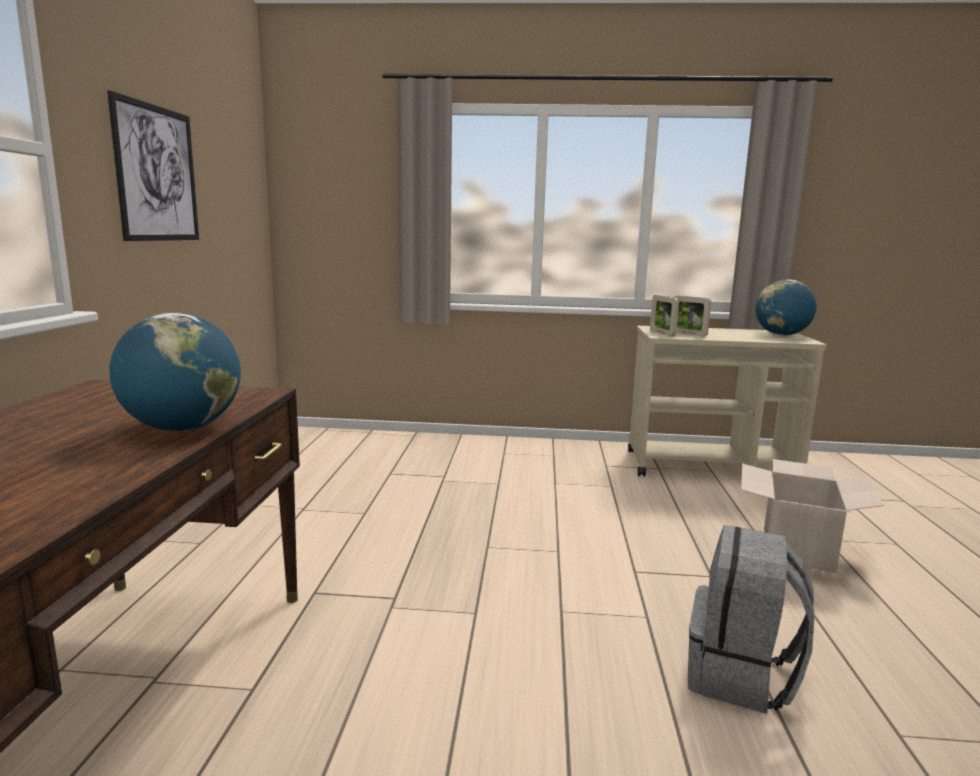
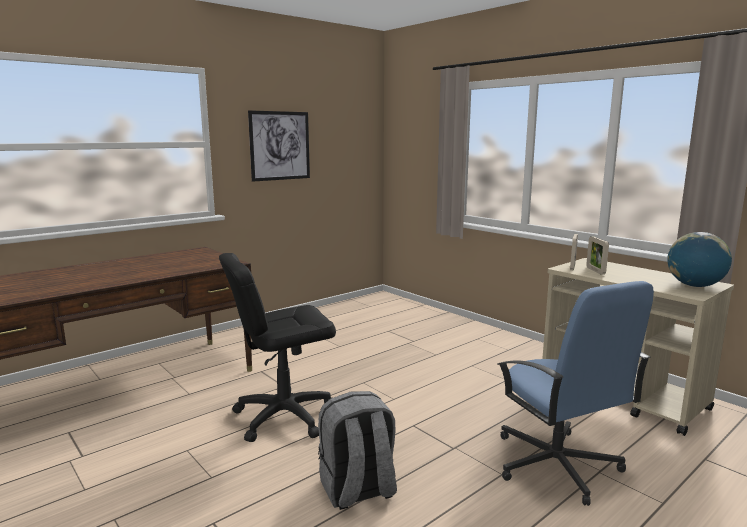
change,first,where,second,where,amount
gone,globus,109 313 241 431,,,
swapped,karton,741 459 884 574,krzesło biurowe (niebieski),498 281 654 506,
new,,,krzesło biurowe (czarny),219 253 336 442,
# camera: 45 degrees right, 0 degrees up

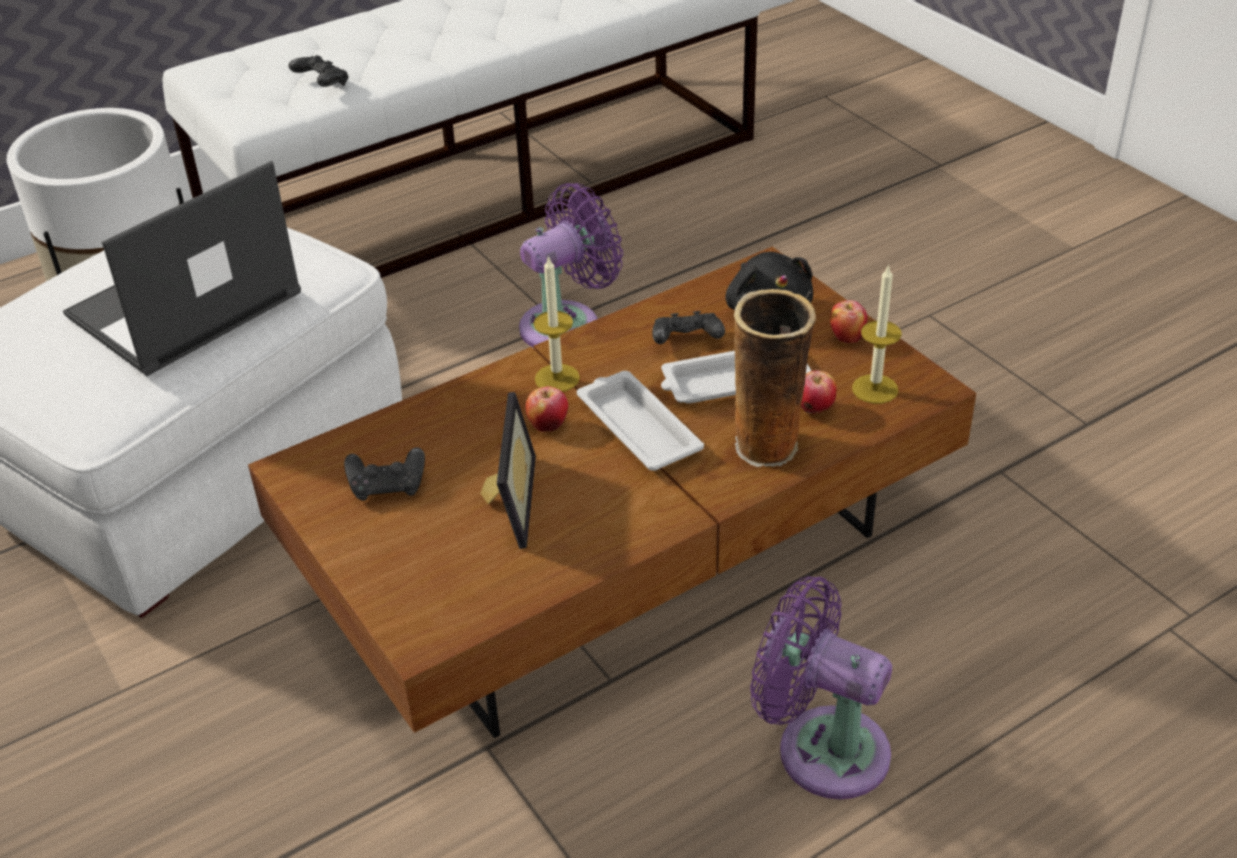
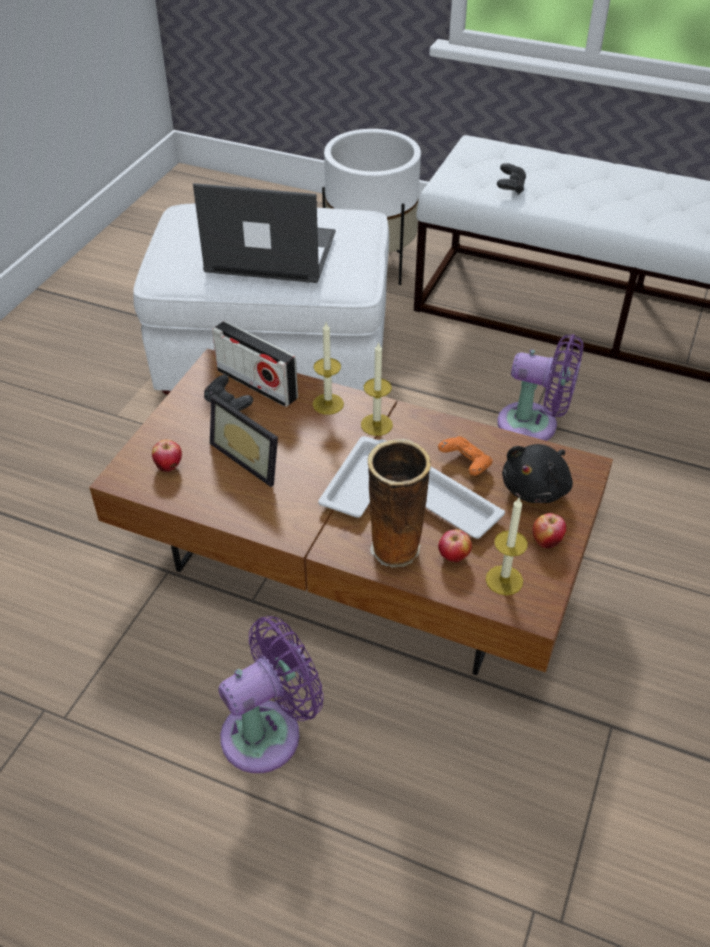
change,first,where,second,where,amount
rotated,ramka na zdjęcie,480 392 536 549,,210 395 278 487,75 degrees clockwise
shifted,jabłko,526 386 568 432,,152 440 182 472,
repainted,pad do gier (czarny),652 311 725 344,pad do gier (pomarańczowy),438 436 492 476,
rotated,wentylator (fioletowy),750 576 892 799,,219 616 324 773,60 degrees clockwise
new,,,radio,212 321 298 407,
new,,,świeca,313 322 344 415,
# camera: 55 degrees right, 5 degrees up

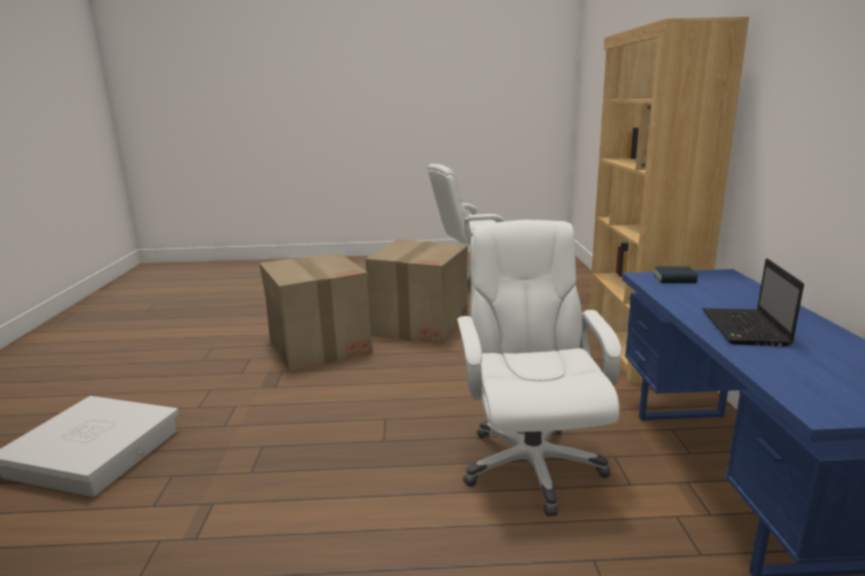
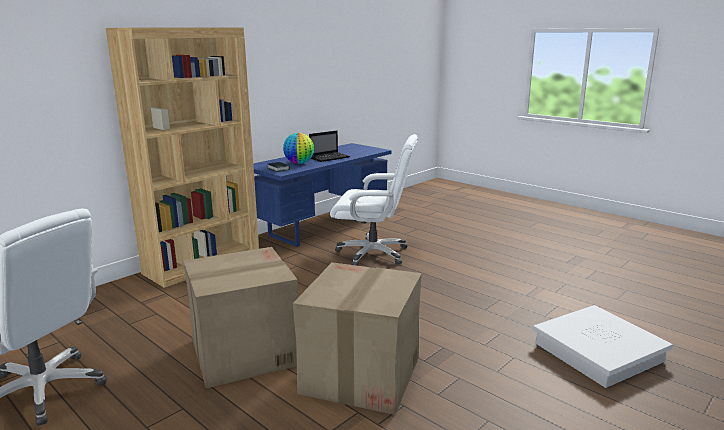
change,first,where,second,where,amount
rotated,krzesło biurowe (biały),457 220 622 516,,330 134 418 266,120 degrees counterclockwise
new,,,globus,283 133 314 164,
# camera: 135 degrees left, 0 degrees up

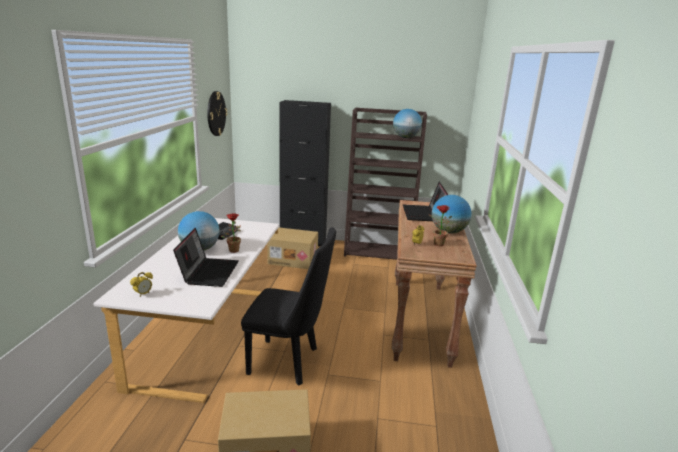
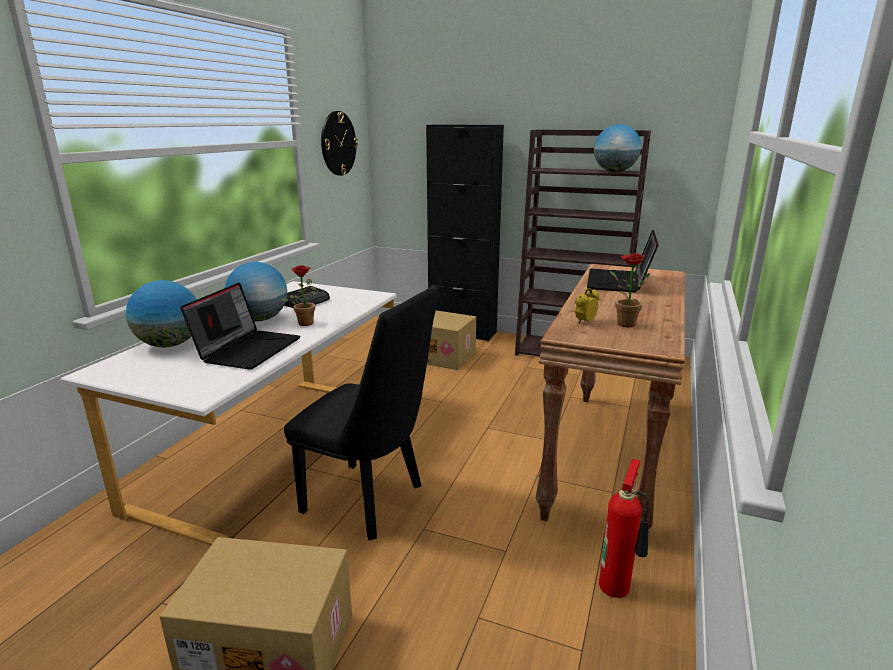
change,first,where,second,where,amount
gone,budzik,130 272 153 297,,,
shifted,globus,432 195 471 233,,126 280 197 347,
new,,,gaśnica,599 459 649 598,
# camera: 15 degrees right, 0 degrees up

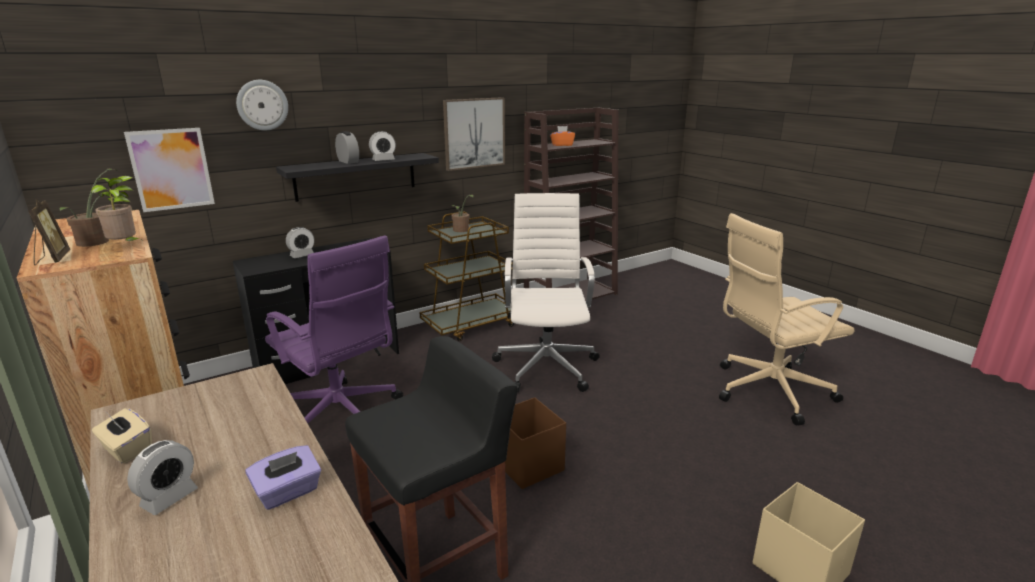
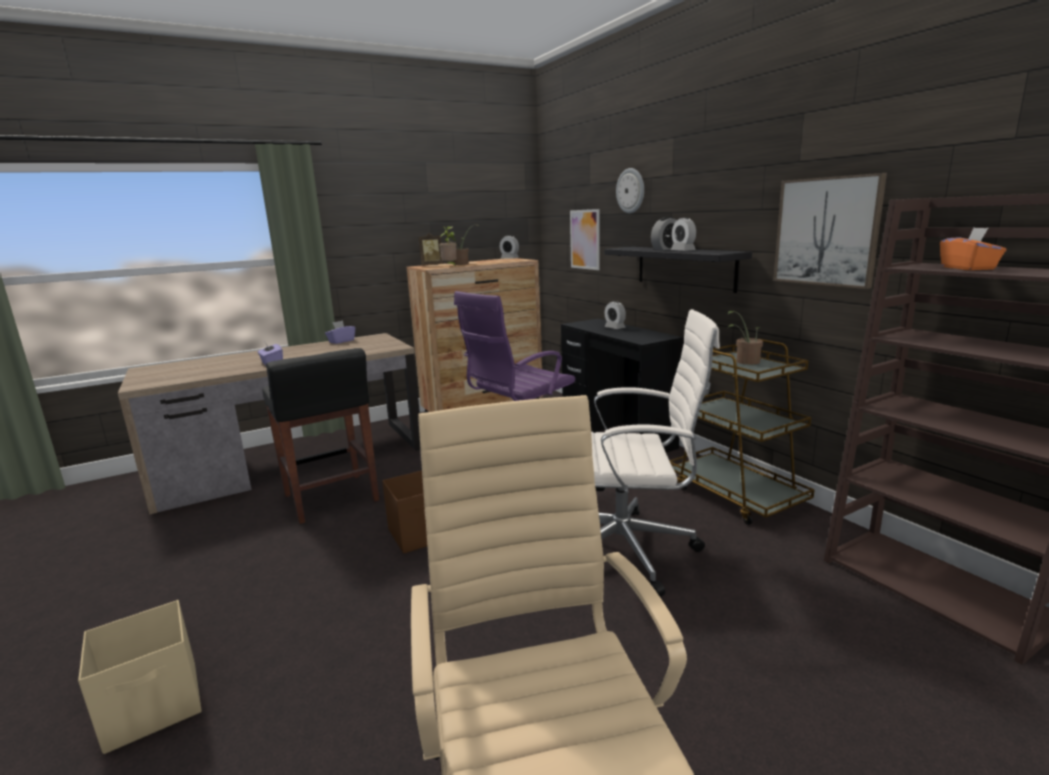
change,first,where,second,where,amount
repainted,pudełko chusteczek (beżowy),92 408 152 464,pudełko chusteczek (fioletowy),325 320 355 344,
shifted,budzik,127 440 198 515,,500 236 519 259,
# camera: 95 degrees right, 5 degrees down

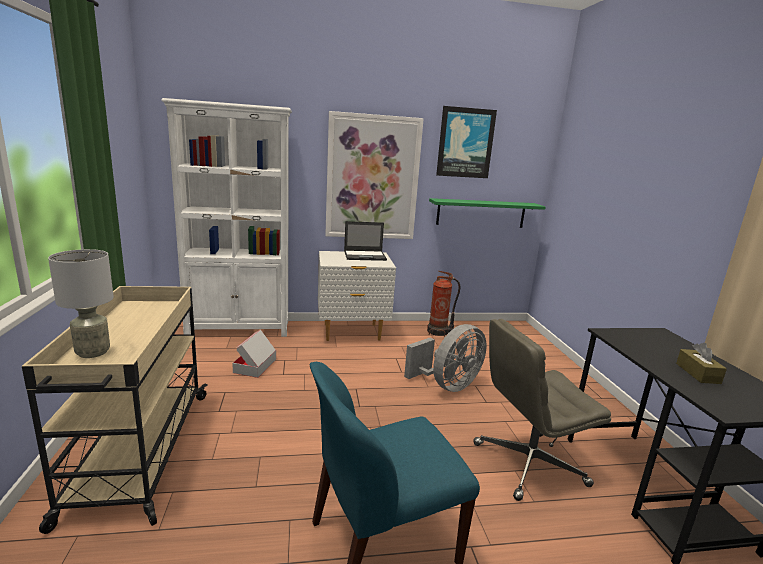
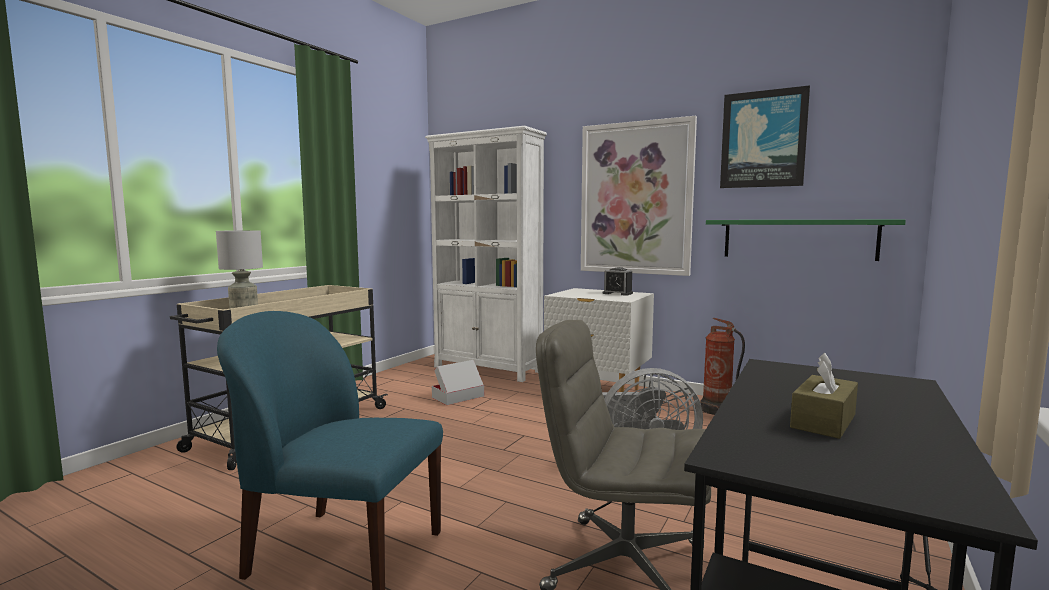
change,first,where,second,where,amount
swapped,laptop,344 221 387 261,budzik,603 267 633 296,
# camera: 40 degrees right, 10 degrees down

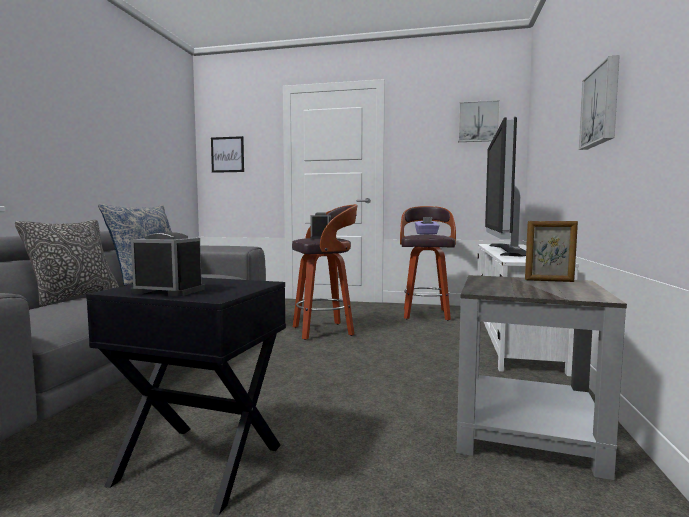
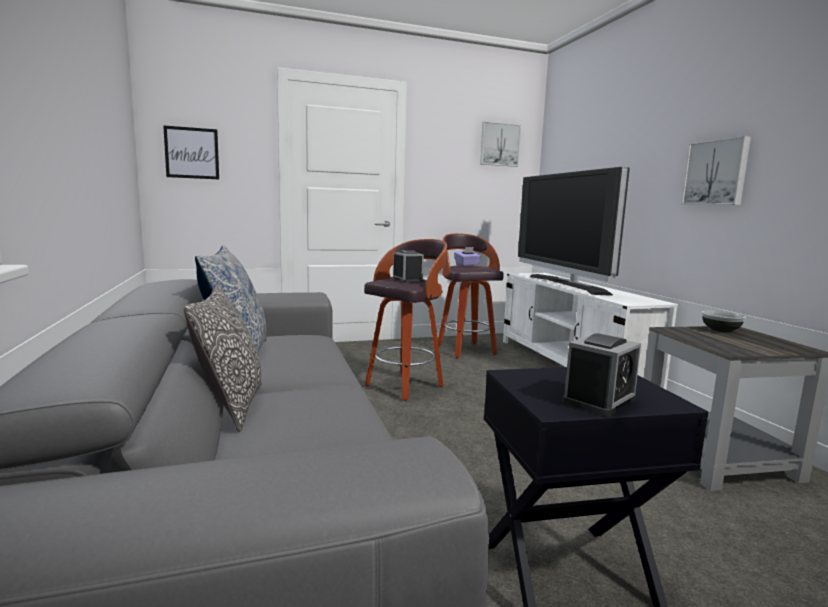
change,first,where,second,where,amount
rotated,budzik,131 232 205 296,,563 333 641 416,150 degrees clockwise
swapped,ramka na zdjęcie,525 221 578 282,miska,702 310 746 332,
# camera: 30 degrees left, 5 degrees up

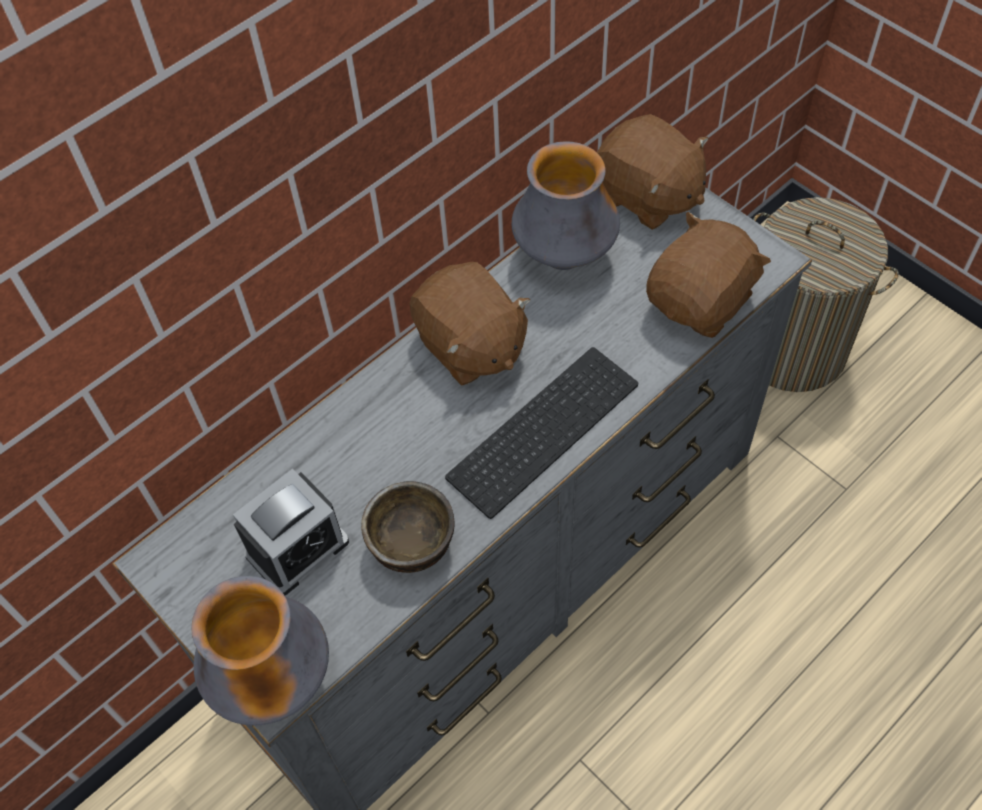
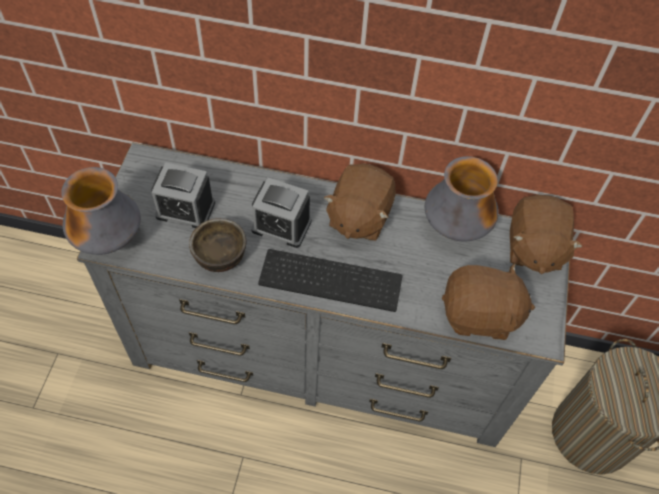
change,first,where,second,where,amount
new,,,budzik,251 178 312 248,
# camera: 50 degrees right, 0 degrees up

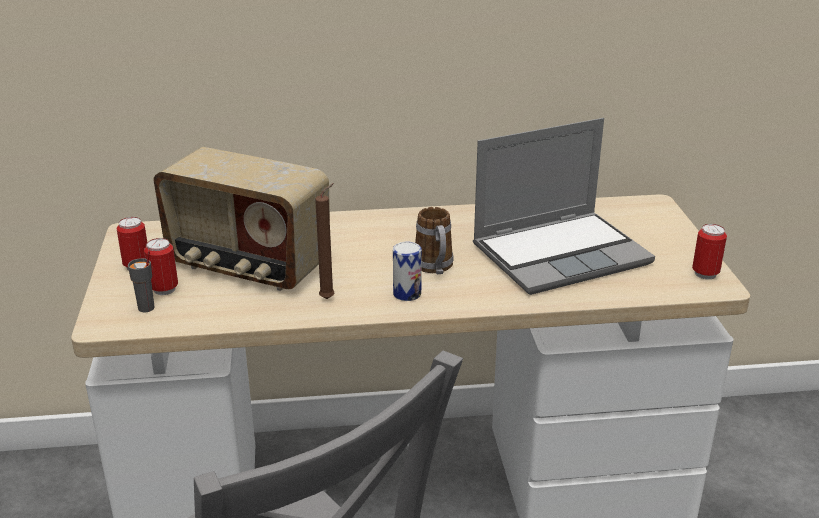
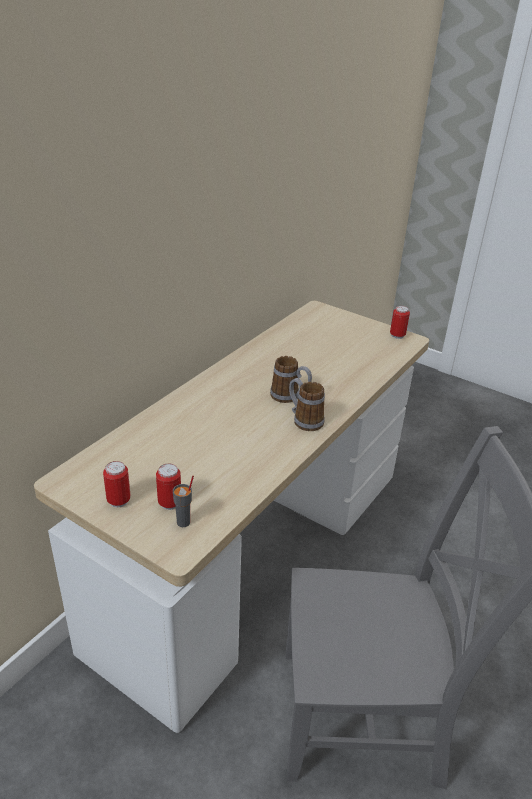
change,first,where,second,where,amount
gone,radio,153 147 330 291,,,
gone,świeca (brązowy),315 183 335 299,,,
swapped,puszka,393 242 422 301,kubek,289 378 325 431,
gone,laptop,473 118 655 295,,,
# camera: 50 degrees left, 5 degrees up

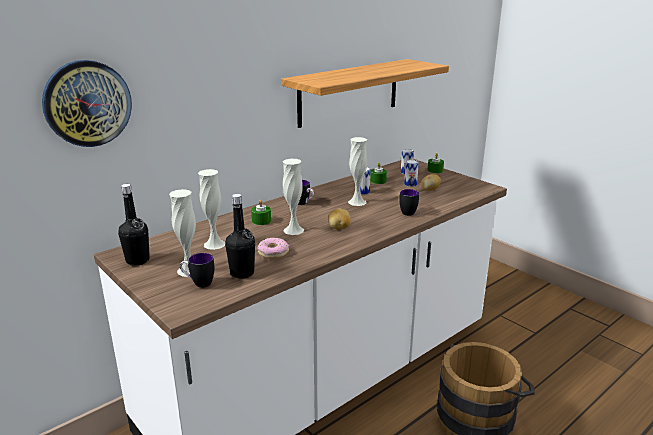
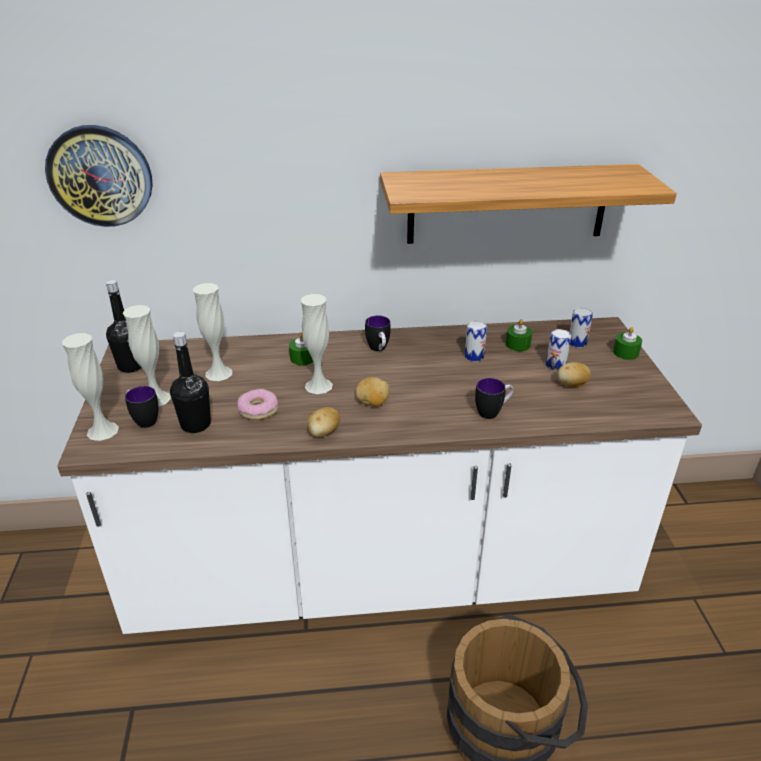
change,first,where,second,where,amount
shifted,wazon (biały),348 137 367 206,,62 333 119 441,
new,,,ziemniak,307 407 340 437,
# camera: 35 degrees right, 10 degrees up

